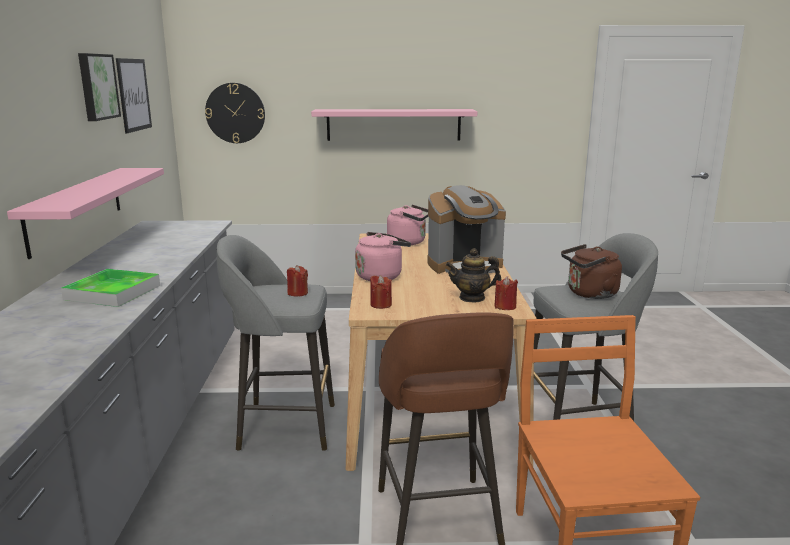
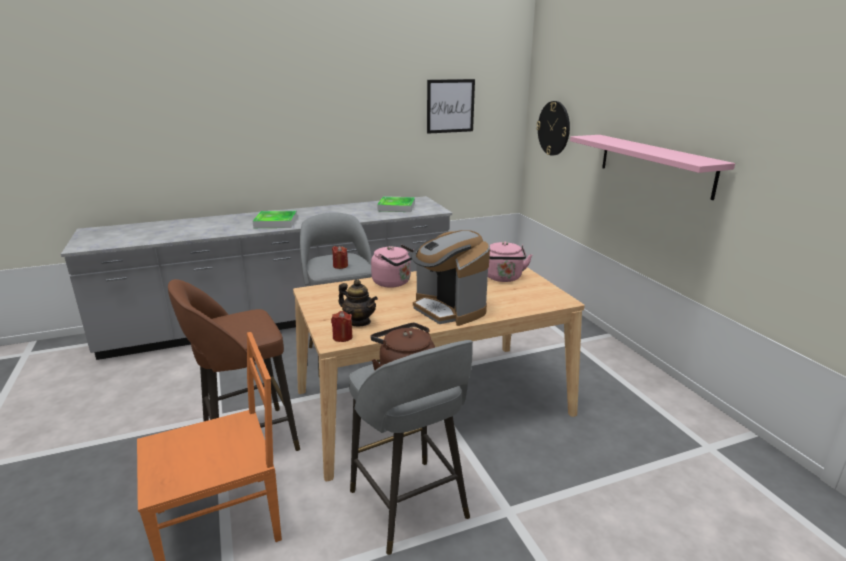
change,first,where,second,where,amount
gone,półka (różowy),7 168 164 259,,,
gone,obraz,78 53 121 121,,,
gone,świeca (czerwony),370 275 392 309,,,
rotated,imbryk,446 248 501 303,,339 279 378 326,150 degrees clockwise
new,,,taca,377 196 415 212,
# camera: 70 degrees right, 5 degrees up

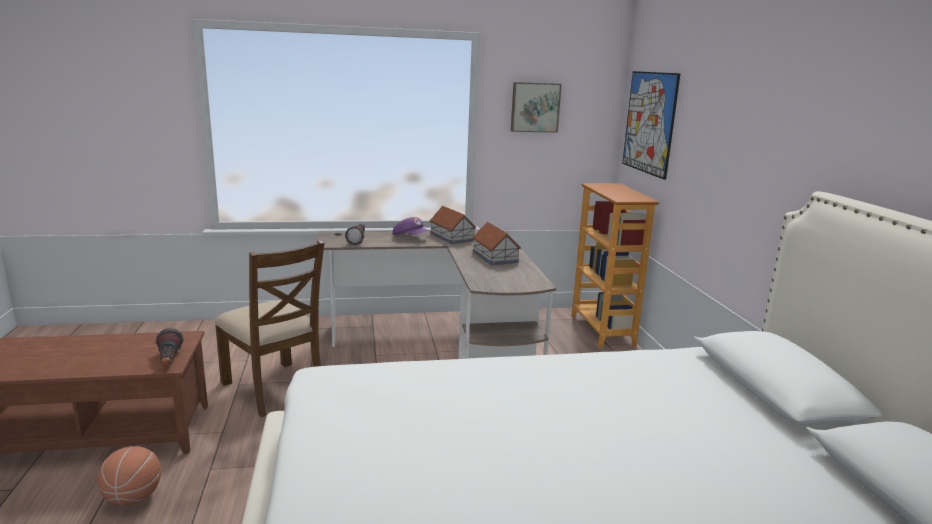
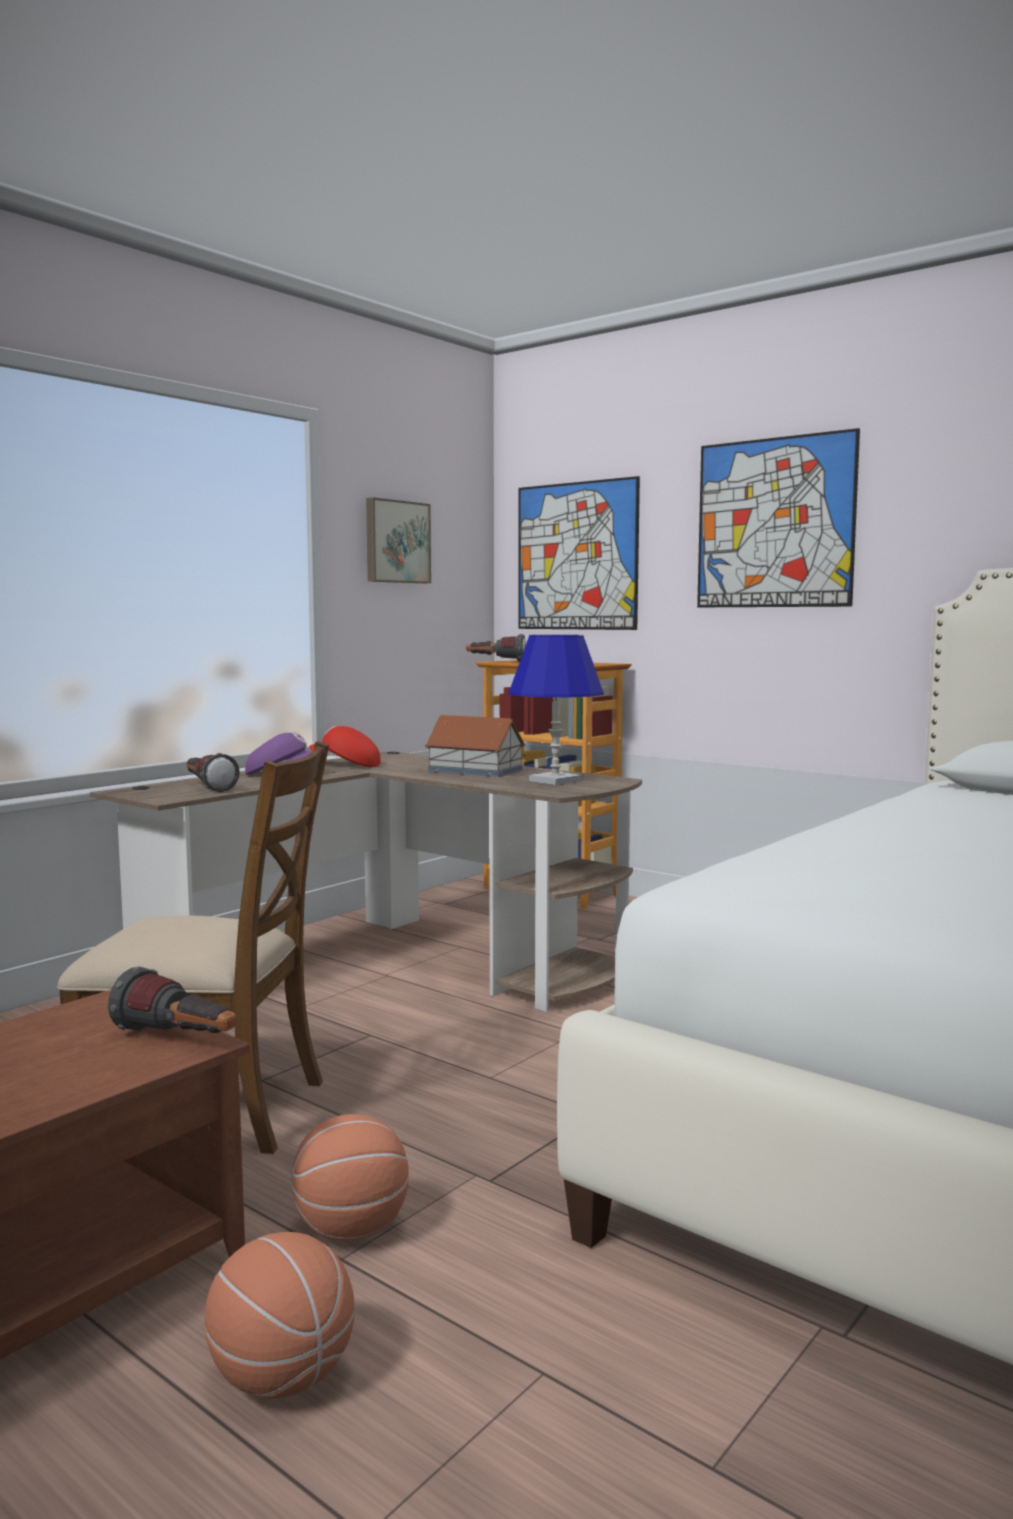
change,first,where,second,where,amount
swapped,domek,429 206 476 244,czapka z daszkiem (czerwony),309 726 381 767,
new,,,piłka do koszykówki,291 1114 409 1241,
new,,,latarka,466 634 526 662,
new,,,lampa stołowa (niebieski),509 635 604 785,
new,,,obraz,697 428 860 607,
# camera: 40 degrees left, 10 degrees down

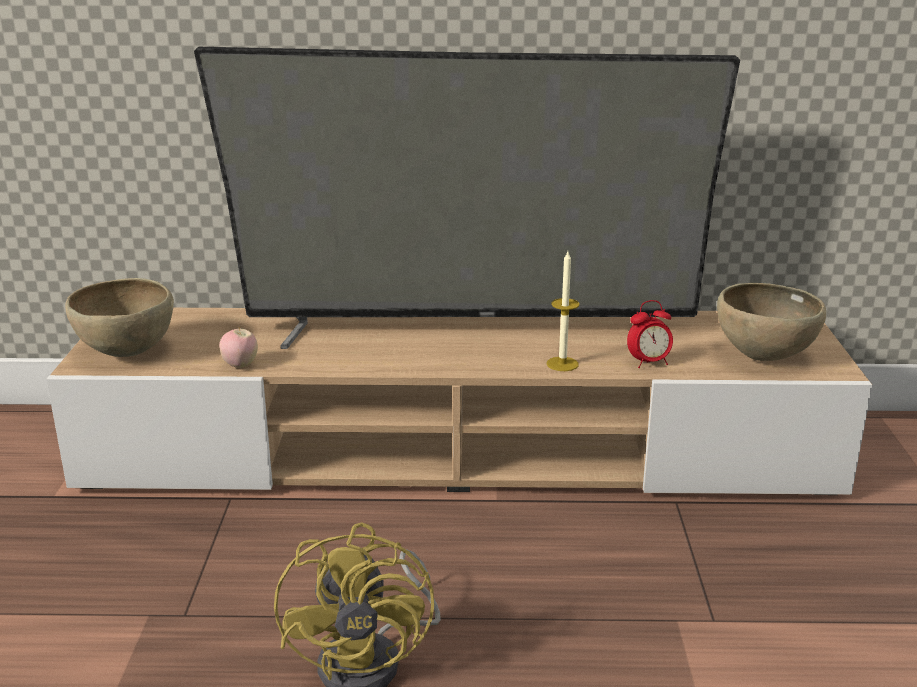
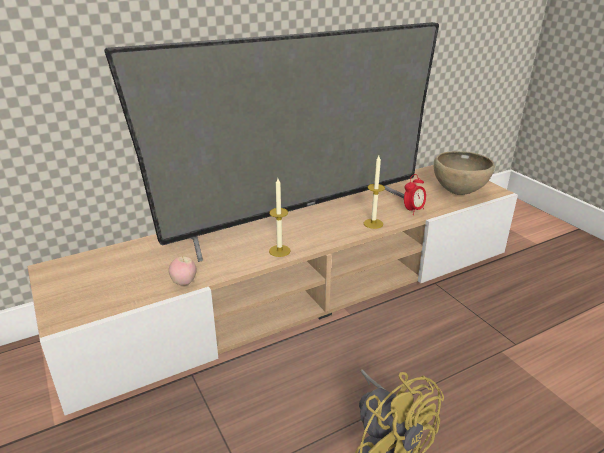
change,first,where,second,where,amount
gone,miska (brązowy),65 278 174 357,,,
new,,,świeca,269 178 291 257,
# camera: 30 degrees left, 5 degrees up

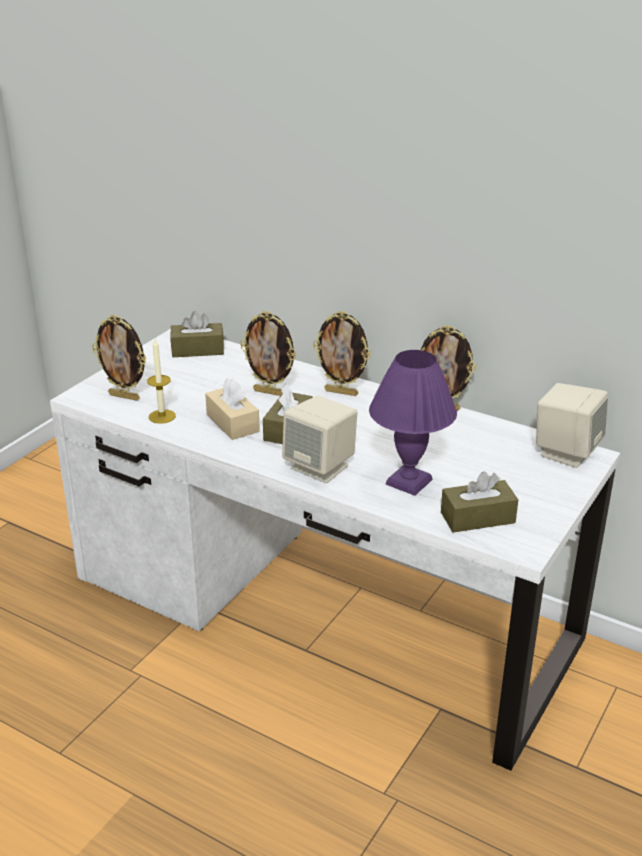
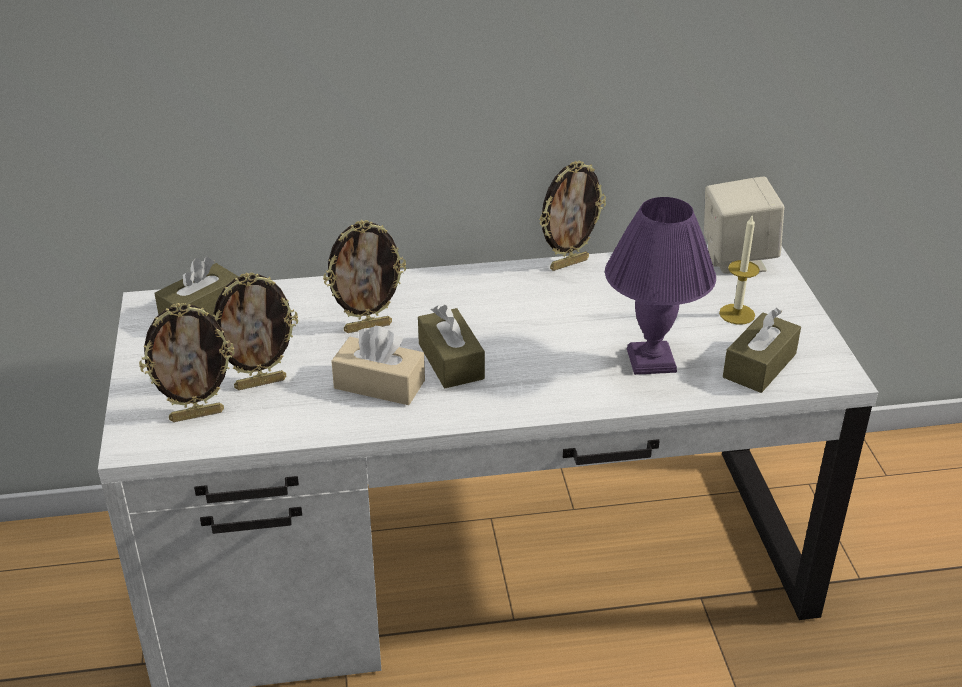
change,first,where,second,where,amount
shifted,świeca,147 339 176 424,,719 216 760 325,
gone,głośnik (beżowy),282 396 357 483,,,
shifted,ramka na zdjęcie,313 311 371 396,,213 272 298 390,
# camera: 40 degrees left, 5 degrees up

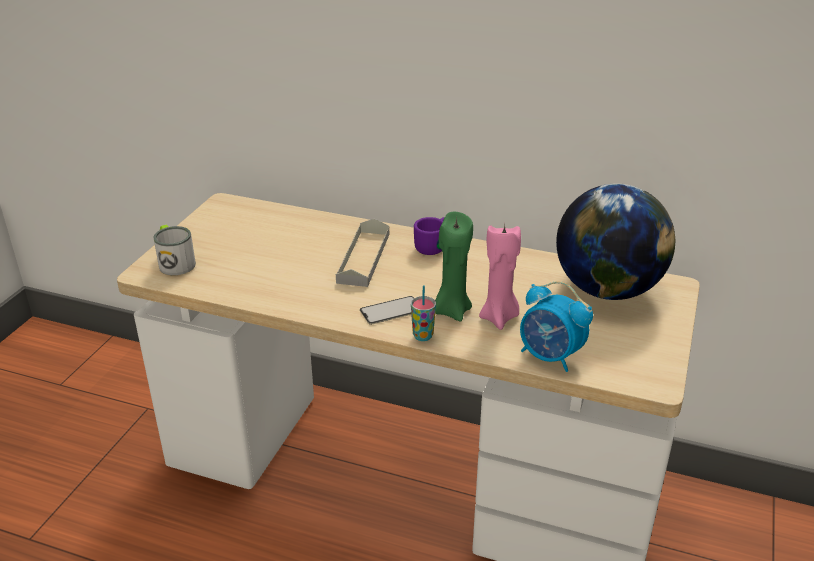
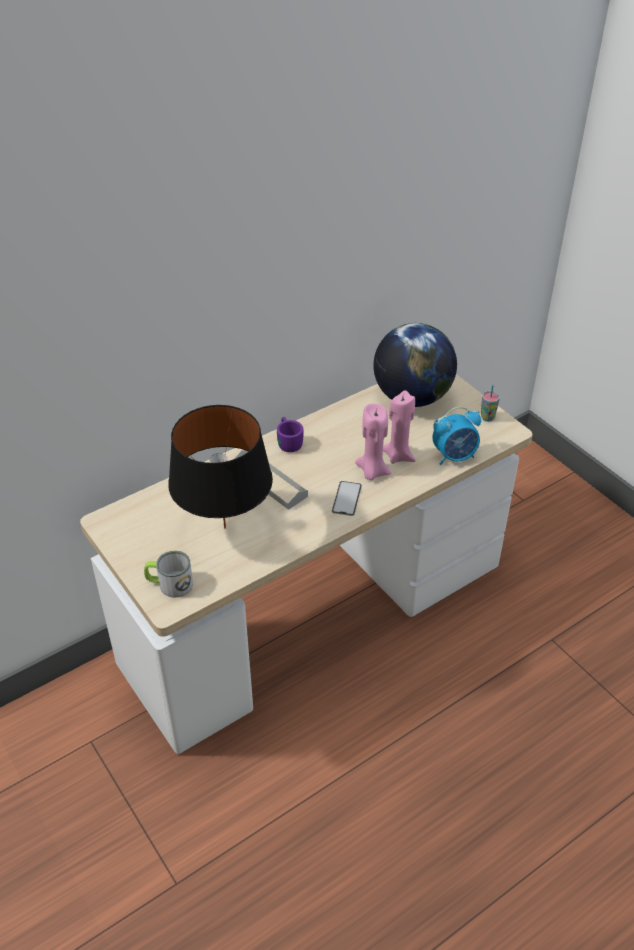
change,first,where,second,where,amount
shifted,filiżanka,411 285 436 341,,481 385 500 422,
repainted,świeca (zielony),435 212 473 322,świeca (różowy),355 404 392 480,
new,,,lampa stołowa (czarny),168 405 273 529,
# camera: 55 degrees left, 10 degrees up

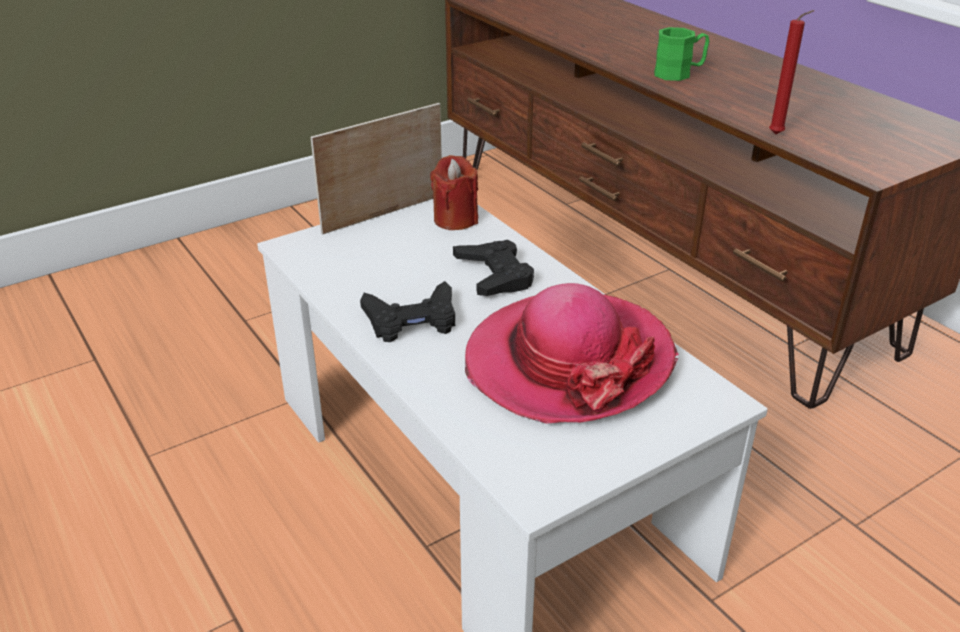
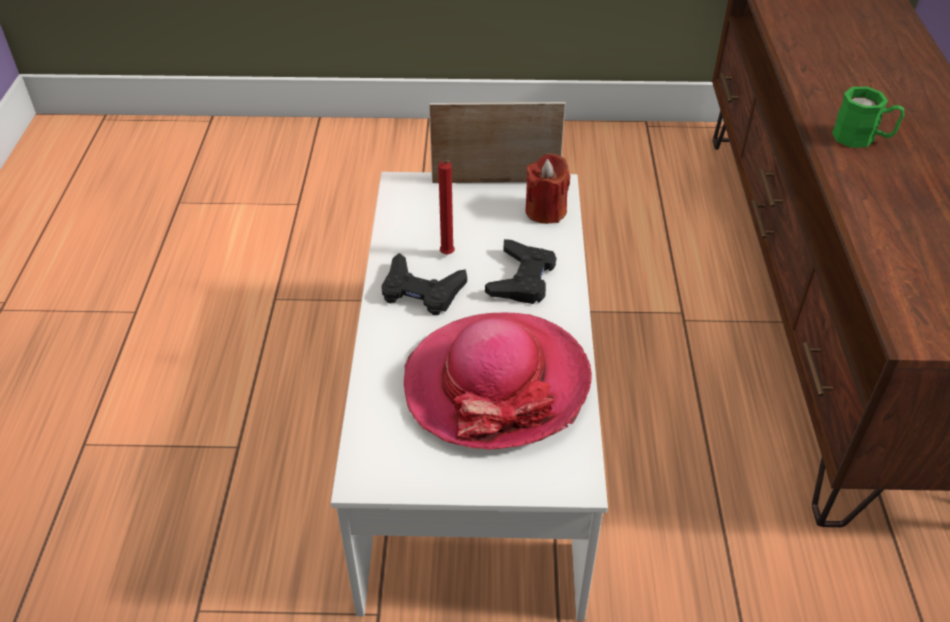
change,first,where,second,where,amount
shifted,świeca (czerwony),769 10 814 134,,438 160 455 254,
# camera: 35 degrees right, 10 degrees up

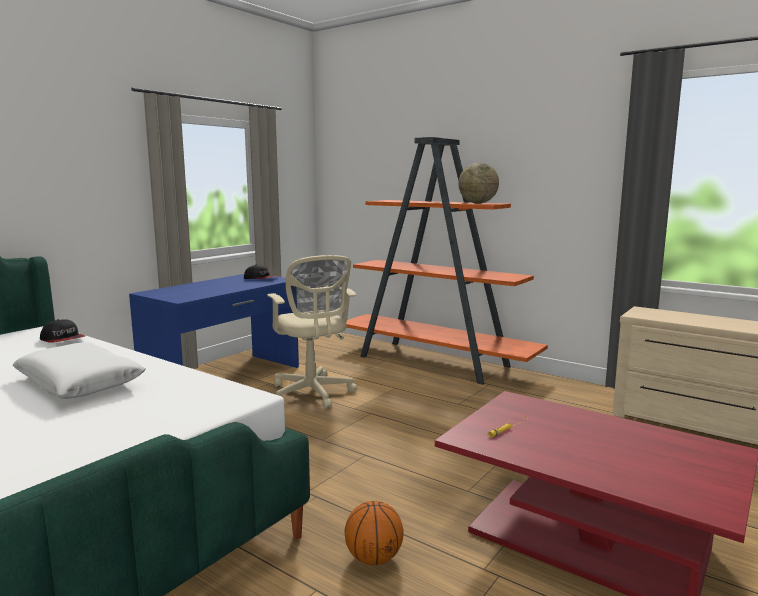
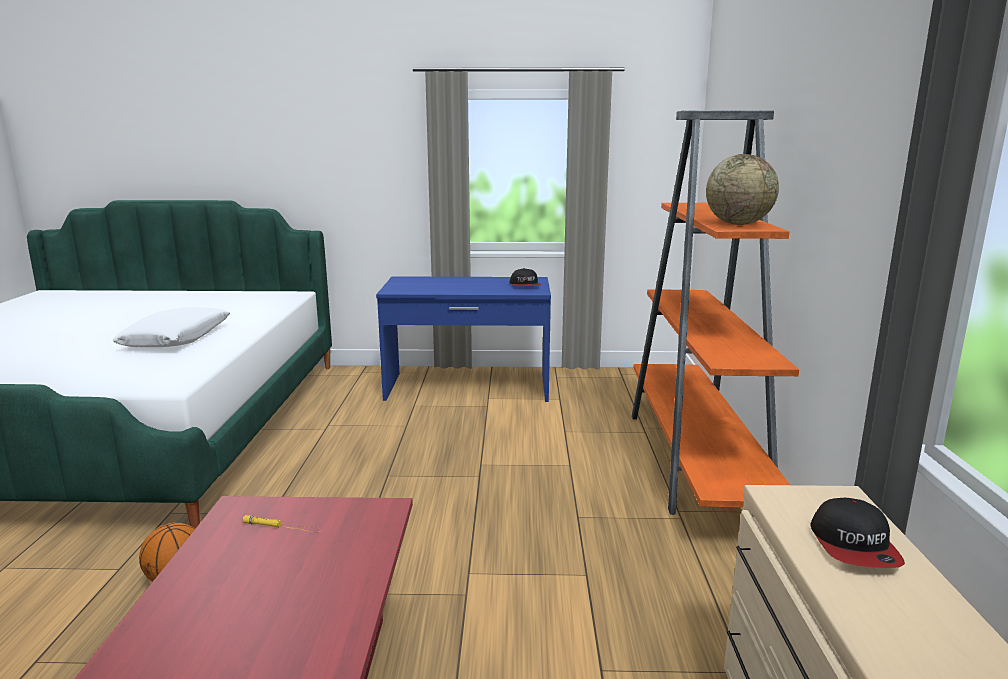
change,first,where,second,where,amount
shifted,czapka z daszkiem,40 319 85 343,,810 498 905 568,
gone,krzesło biurowe (beżowy),267 255 358 409,,,
# camera: 55 degrees right, 5 degrees up

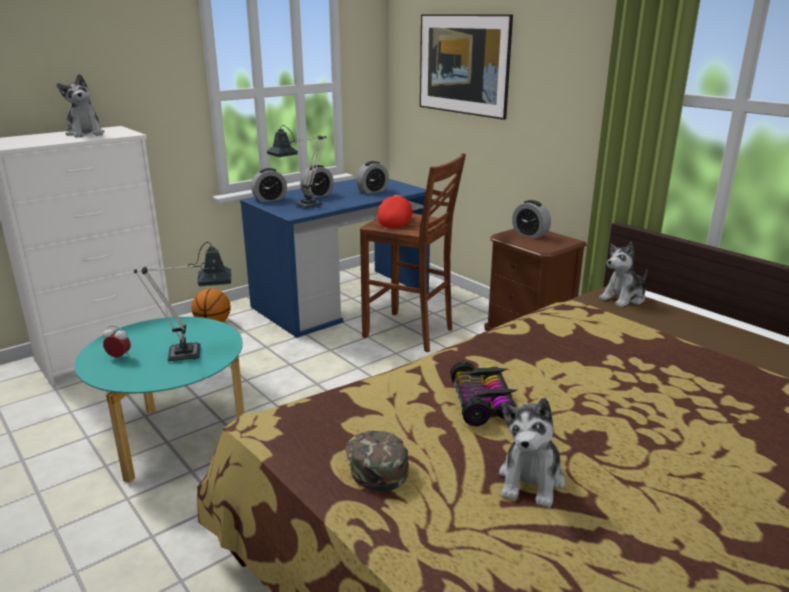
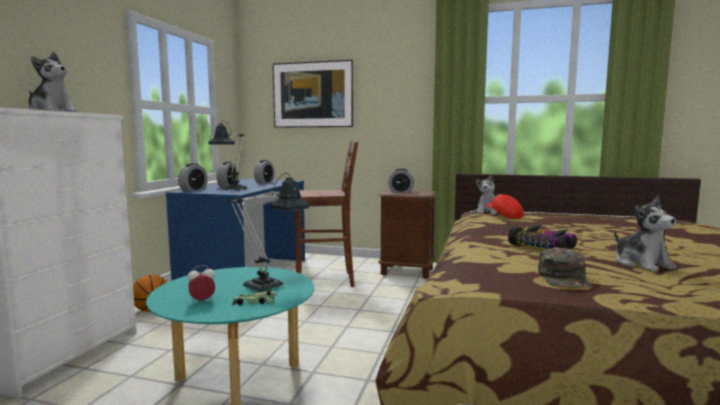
change,first,where,second,where,amount
rotated,czapka z daszkiem (zielony),345 431 409 492,,538 247 593 288,120 degrees counterclockwise
shifted,czapka z daszkiem (czerwony),377 195 413 228,,487 194 523 219,
new,,,samochodzik,232 287 277 305,
# camera: 35 degrees left, 15 degrees down

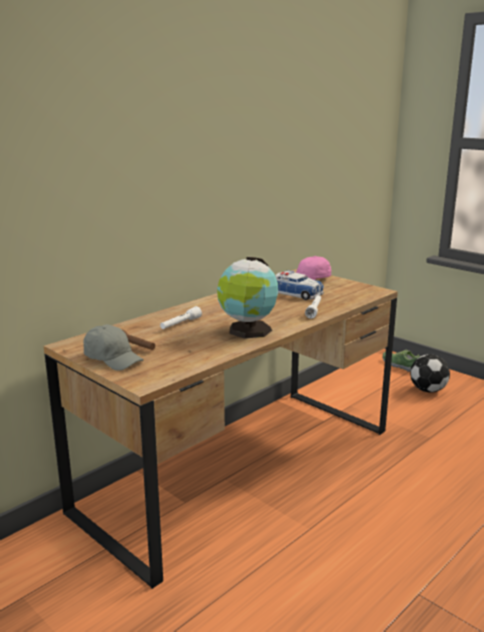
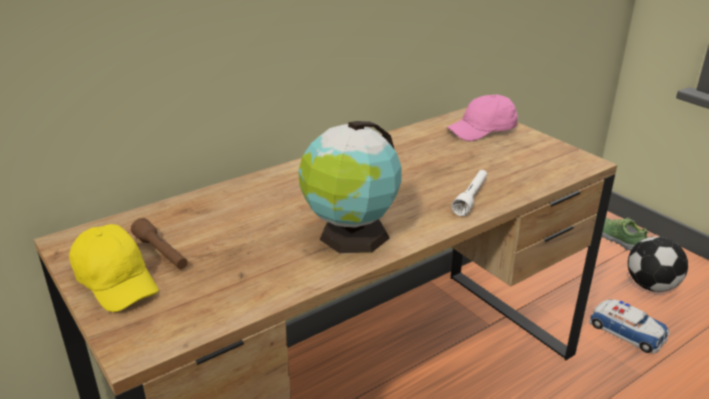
change,first,where,second,where,amount
repainted,czapka z daszkiem (szary),83 324 144 371,czapka z daszkiem (żółty),69 224 159 312,
gone,latarka (biały),160 306 202 329,,,
shifted,samochodzik,275 271 324 300,,589 299 670 353,
# camera: 10 degrees right, 10 degrees up

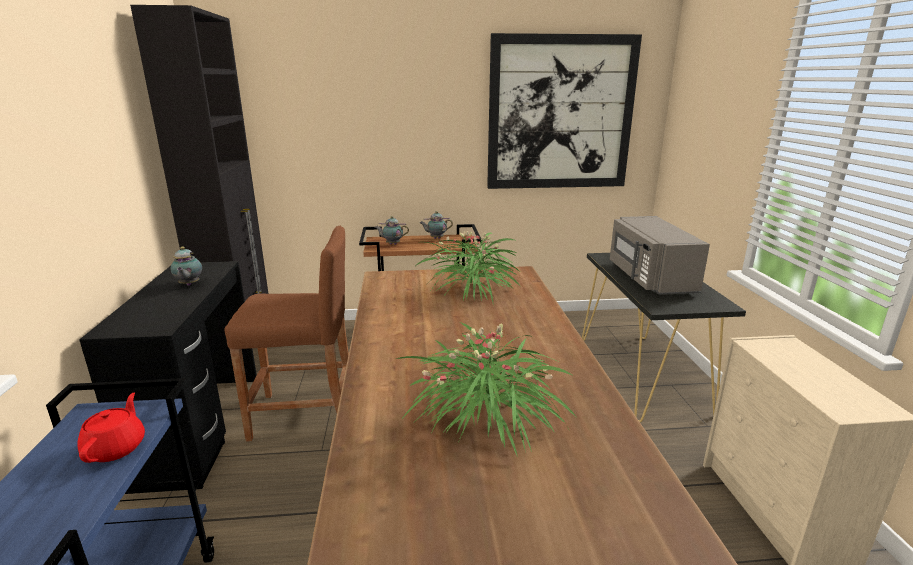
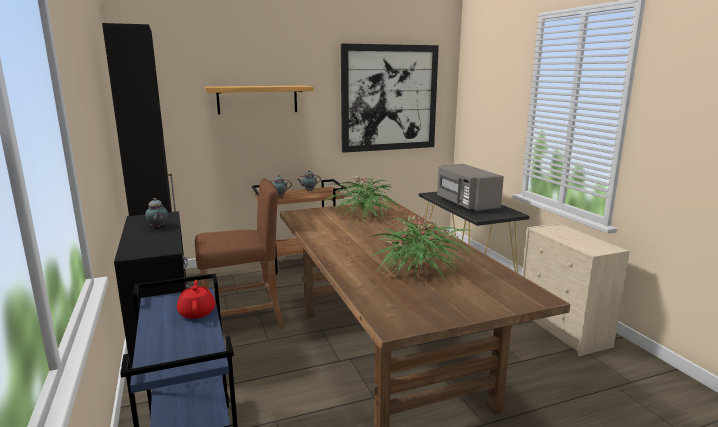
change,first,where,second,where,amount
new,,,półka,205 86 314 114,
# camera: 15 degrees left, 5 degrees down

